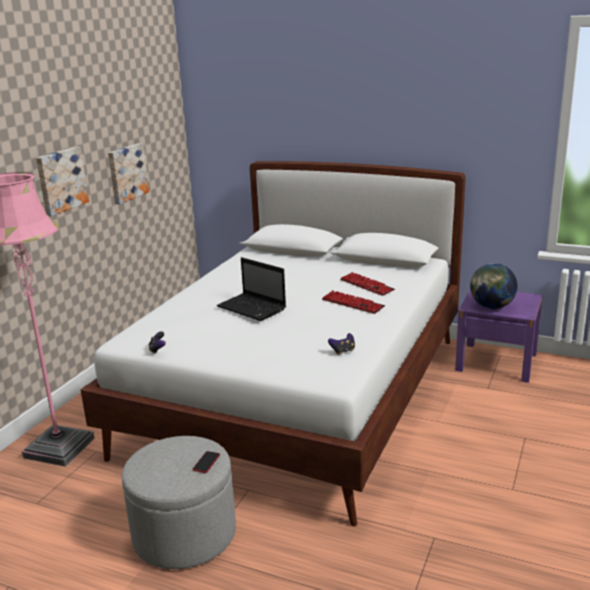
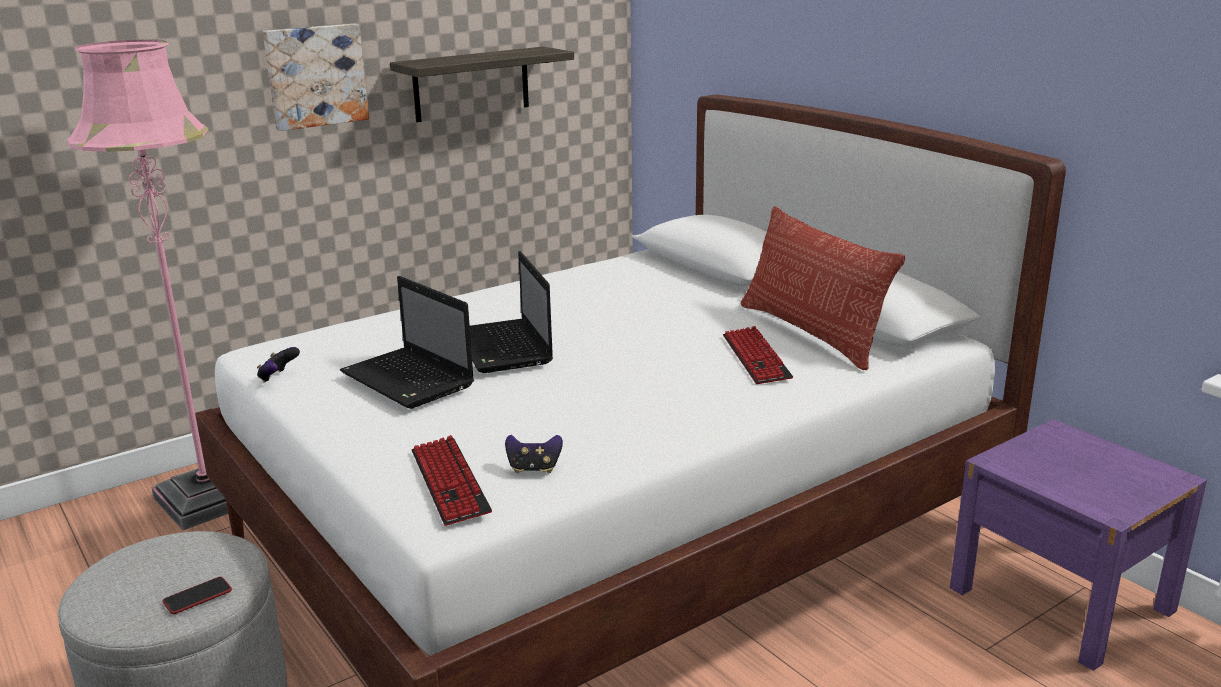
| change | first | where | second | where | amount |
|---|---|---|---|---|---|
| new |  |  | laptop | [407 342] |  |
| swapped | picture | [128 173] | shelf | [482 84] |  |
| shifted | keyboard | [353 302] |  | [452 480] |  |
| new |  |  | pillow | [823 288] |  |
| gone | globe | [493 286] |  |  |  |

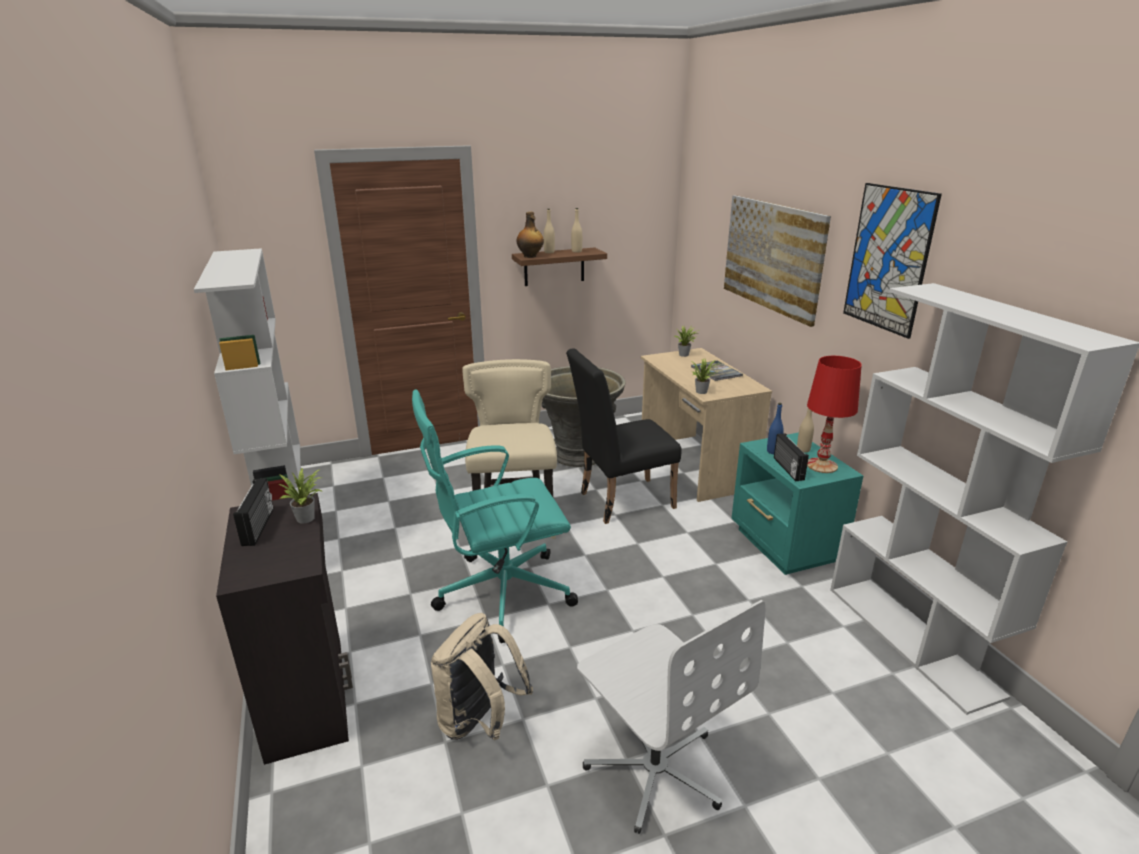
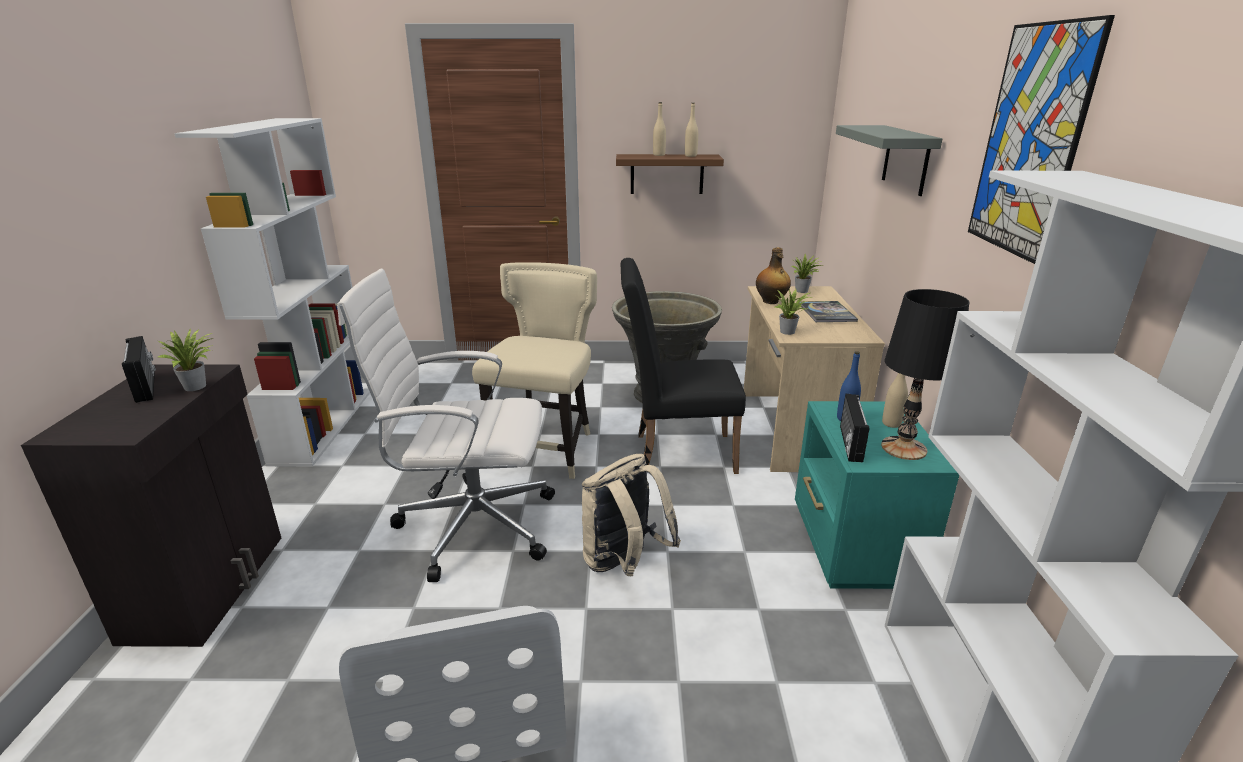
| change | first | where | second | where | amount |
|---|---|---|---|---|---|
| rotated | radio | [253 512] |  | [139 369] | 45 degrees counterclockwise |
| repainted | turquoise office chair | [495 516] | white office chair | [446 425] |  |
| shifted | beige backpack | [482 676] |  | [631 515] |  |
| shifted | bottle | [530 235] |  | [773 276] |  |
| swapped | picture | [777 261] | grey shelf | [889 160] |  |
| repainted | red table lamp | [834 414] | black table lamp | [925 374] |  |

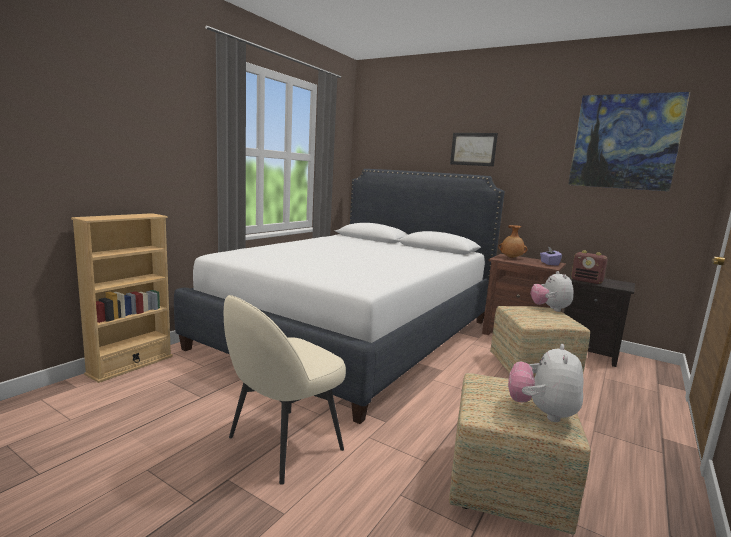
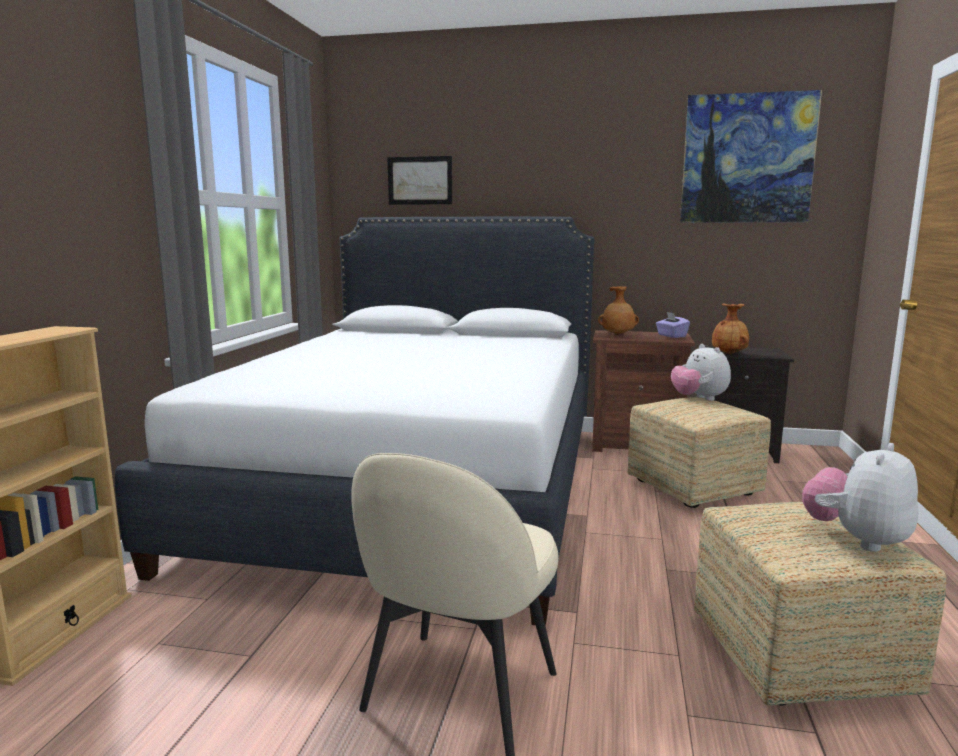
| change | first | where | second | where | amount |
|---|---|---|---|---|---|
| shifted | picture | [474 149] |  | [419 180] |  |
| swapped | radio | [589 267] | brown vase | [730 328] |  |
| rotated | plush toy | [546 383] |  | [860 497] | 45 degrees clockwise |

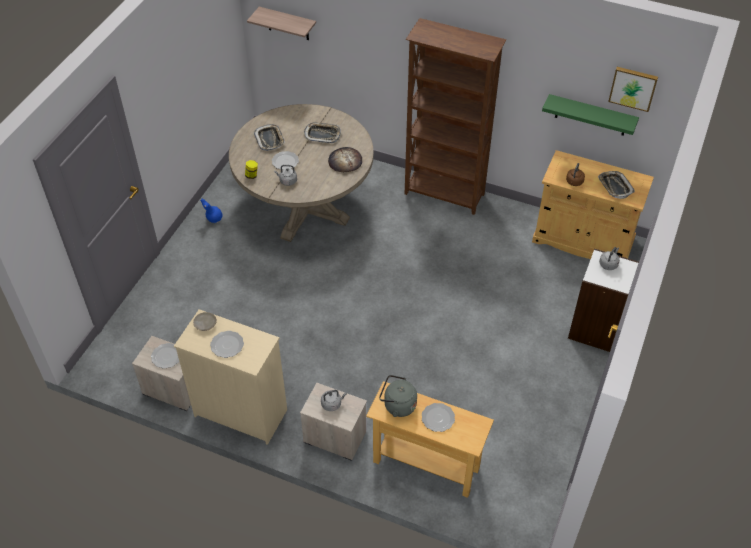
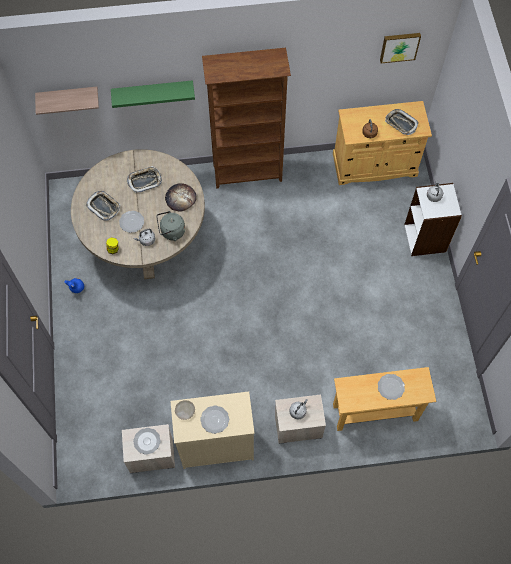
| change | first | where | second | where | amount |
|---|---|---|---|---|---|
| shifted | green shelf | [590 115] |  | [153 94] |  |
| shifted | grey kettle | [398 396] |  | [170 226] |  |

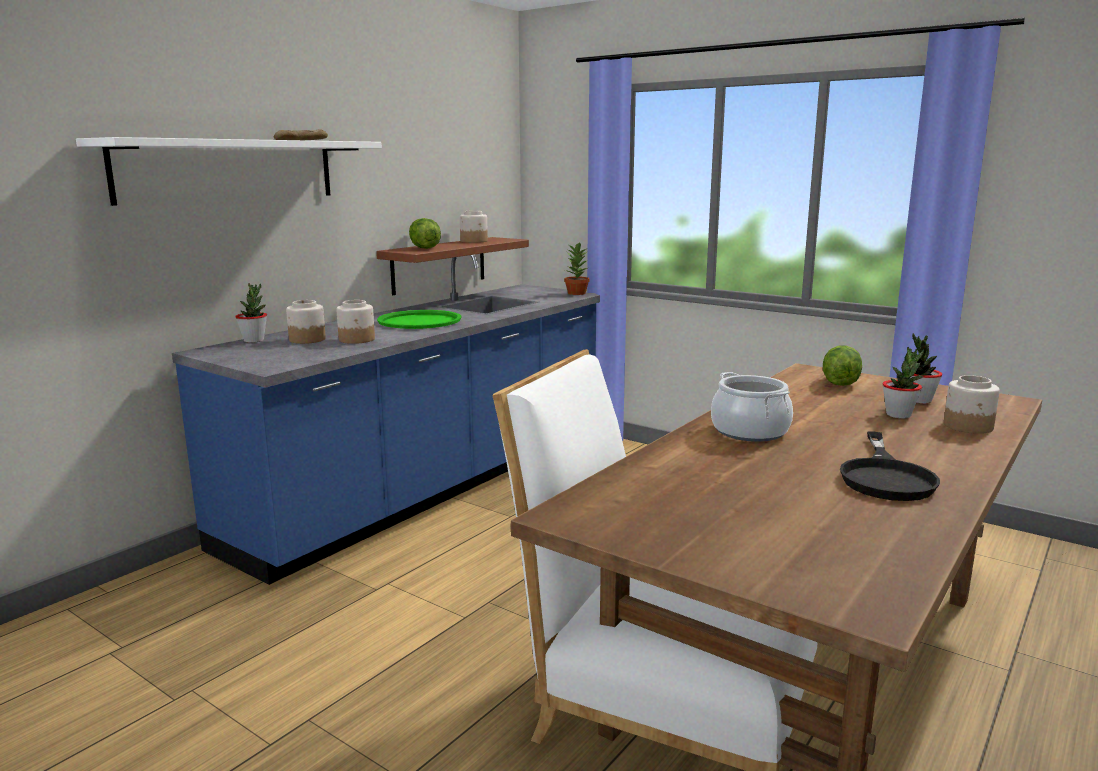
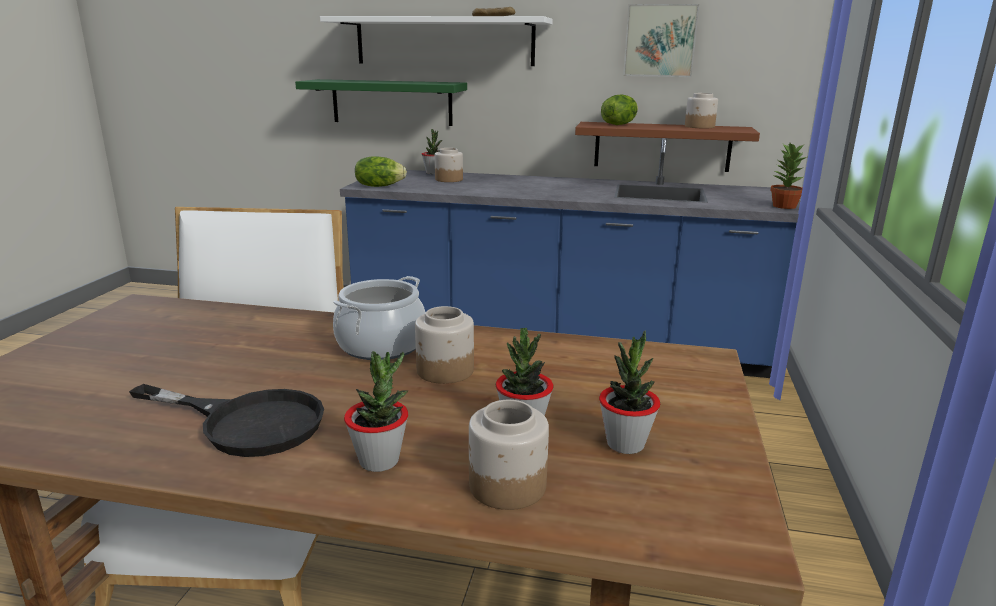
| change | first | where | second | where | amount |
|---|---|---|---|---|---|
| rotated | black frying pan | [890 466] |  | [226 420] | 150 degrees counterclockwise |
| new |  |  | green shelf | [381 102] |  |
| new |  |  | potted plant | [376 411] |  |
| shifted | lettuce | [842 365] |  | [381 171] |  |
| shifted | jar | [355 322] |  | [444 345] |  |
| new |  |  | picture | [661 40] |  |
| gone | green tray | [419 319] |  |  |  |

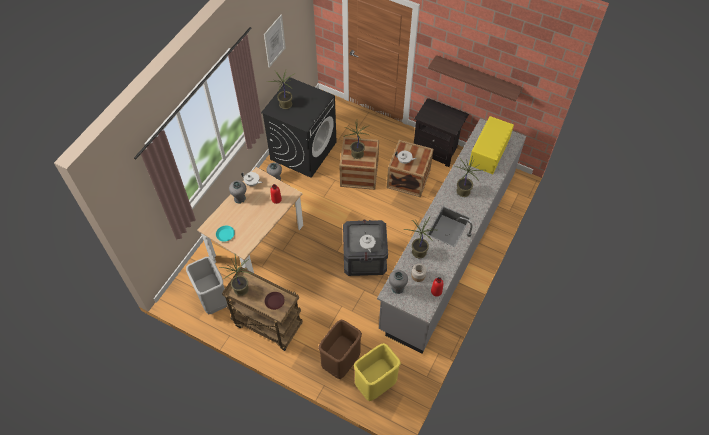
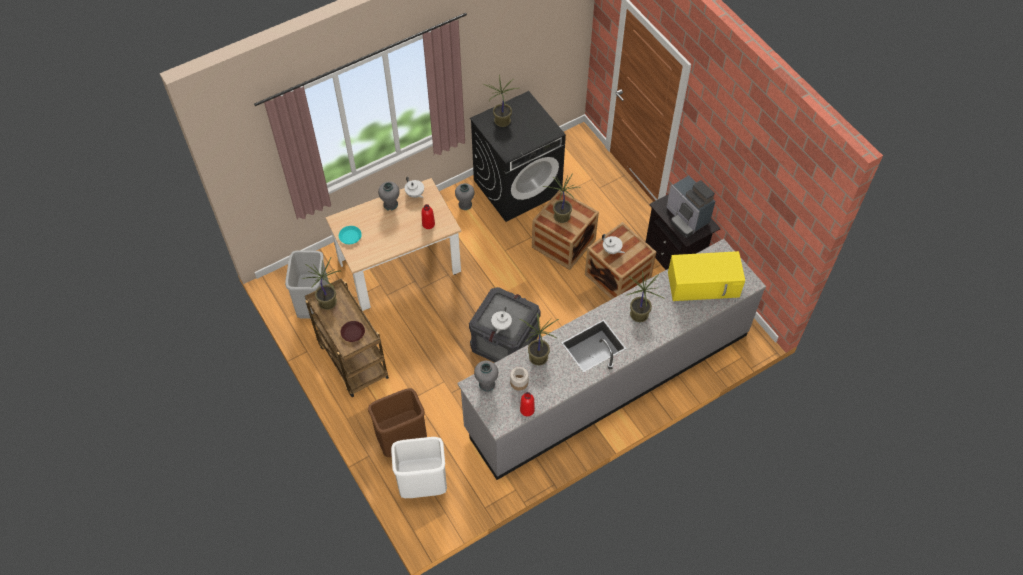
| change | first | where | second | where | amount |
|---|---|---|---|---|---|
| repainted | yellow trash can | [377 372] | white trash can | [419 467] |  |
| new |  |  | coffee machine | [690 206] |  |
| rotated | yellow microwave | [491 145] |  | [706 276] | 150 degrees counterclockwise |
| gone | picture | [275 41] |  |  |  |
| gone | shelf | [475 78] |  |  |  |

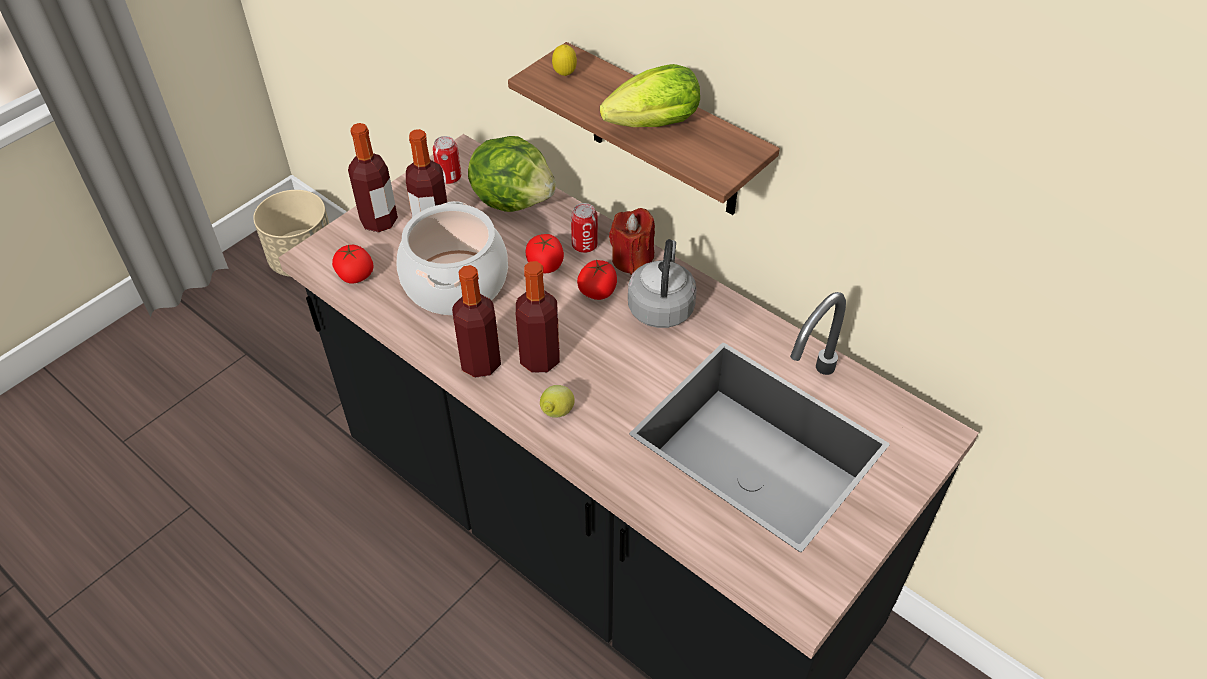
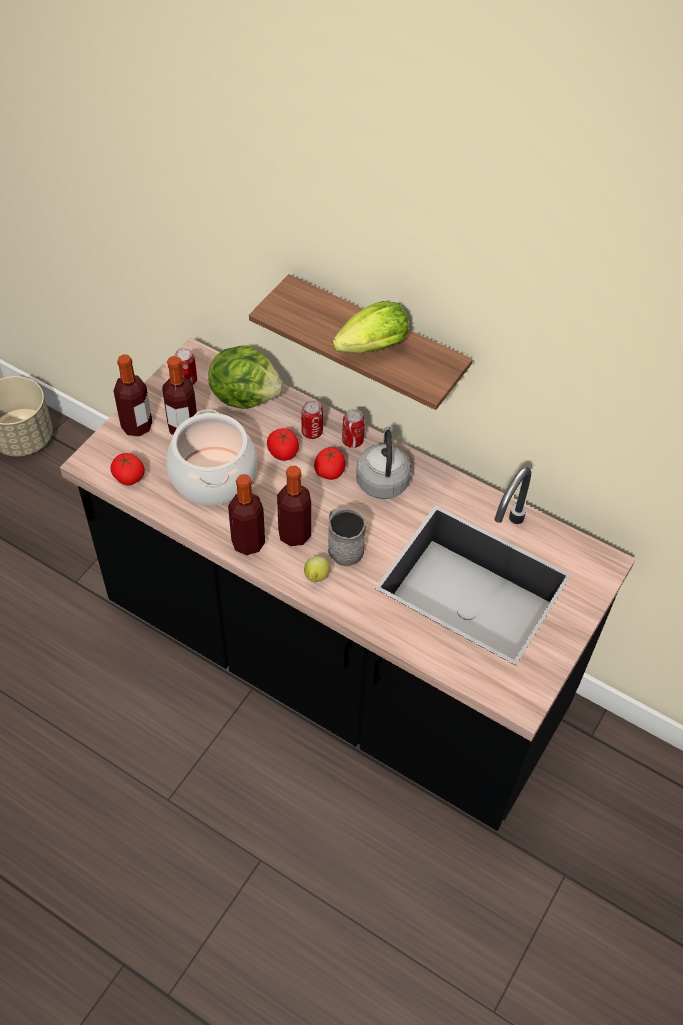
| change | first | where | second | where | amount |
|---|---|---|---|---|---|
| new |  |  | grey mug | [347 537] |  |
| swapped | red candle | [632 241] | can | [353 428] |  |
| gone | lemon | [564 60] |  |  |  |

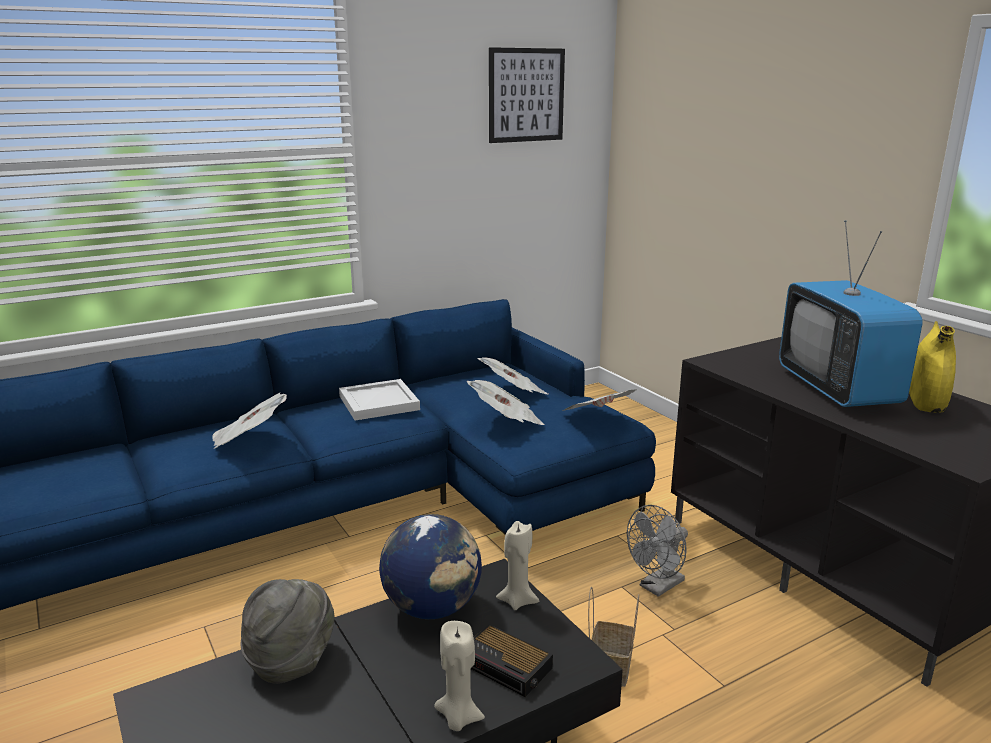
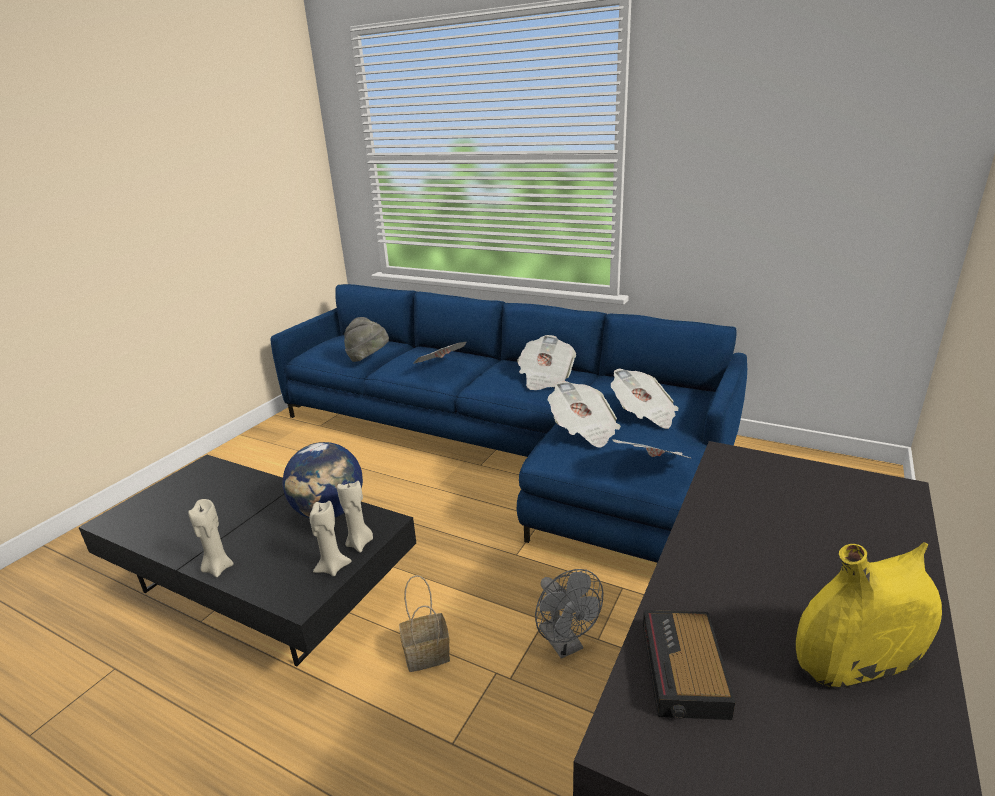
| change | first | where | second | where | amount |
|---|---|---|---|---|---|
| new |  |  | beige candle | [331 538] |  |
| shifted | grey hat | [287 631] |  | [366 339] |  |
| swapped | white tray | [379 400] | newspaper | [546 362] |  |
| rotated | grey fan | [657 551] |  | [569 614] | 135 degrees counterclockwise |
| shifted | alarm clock | [512 660] |  | [689 665] |  |
| gone | picture | [527 95] |  |  |  |
| gone | television | [851 313] |  |  |  |

